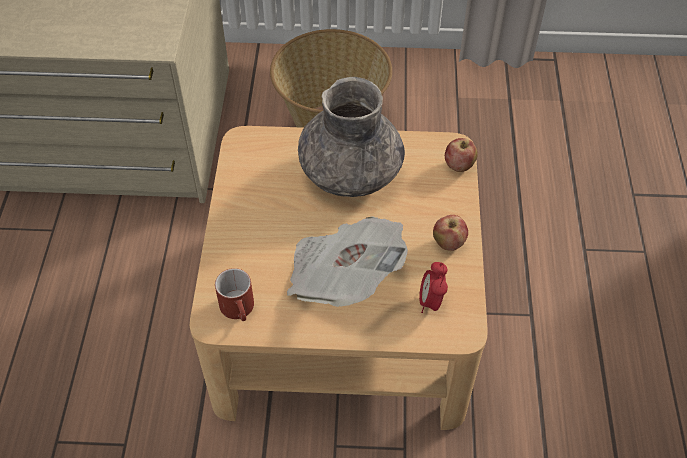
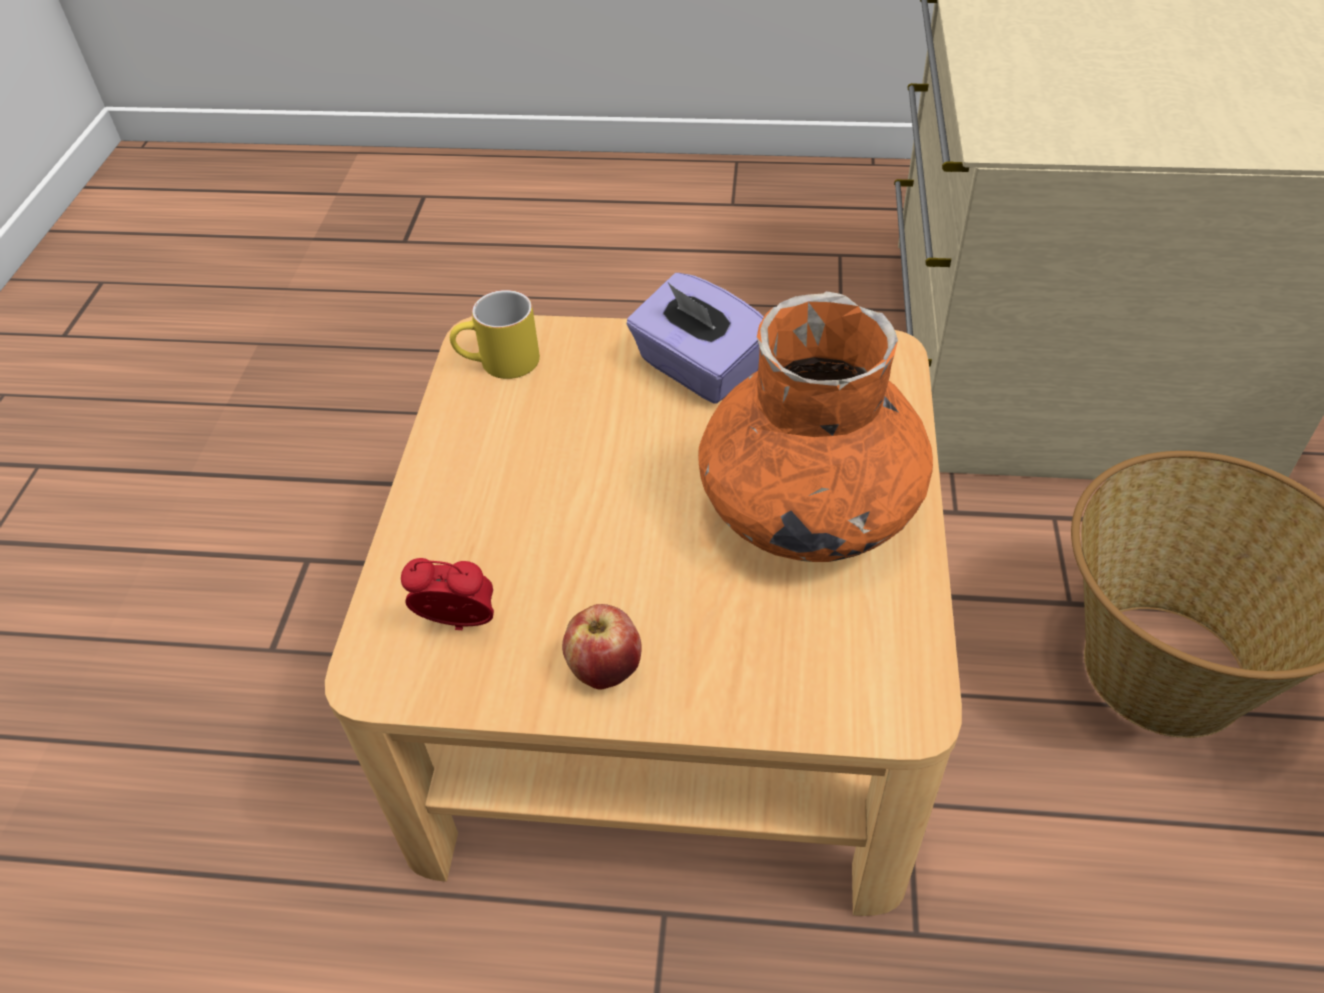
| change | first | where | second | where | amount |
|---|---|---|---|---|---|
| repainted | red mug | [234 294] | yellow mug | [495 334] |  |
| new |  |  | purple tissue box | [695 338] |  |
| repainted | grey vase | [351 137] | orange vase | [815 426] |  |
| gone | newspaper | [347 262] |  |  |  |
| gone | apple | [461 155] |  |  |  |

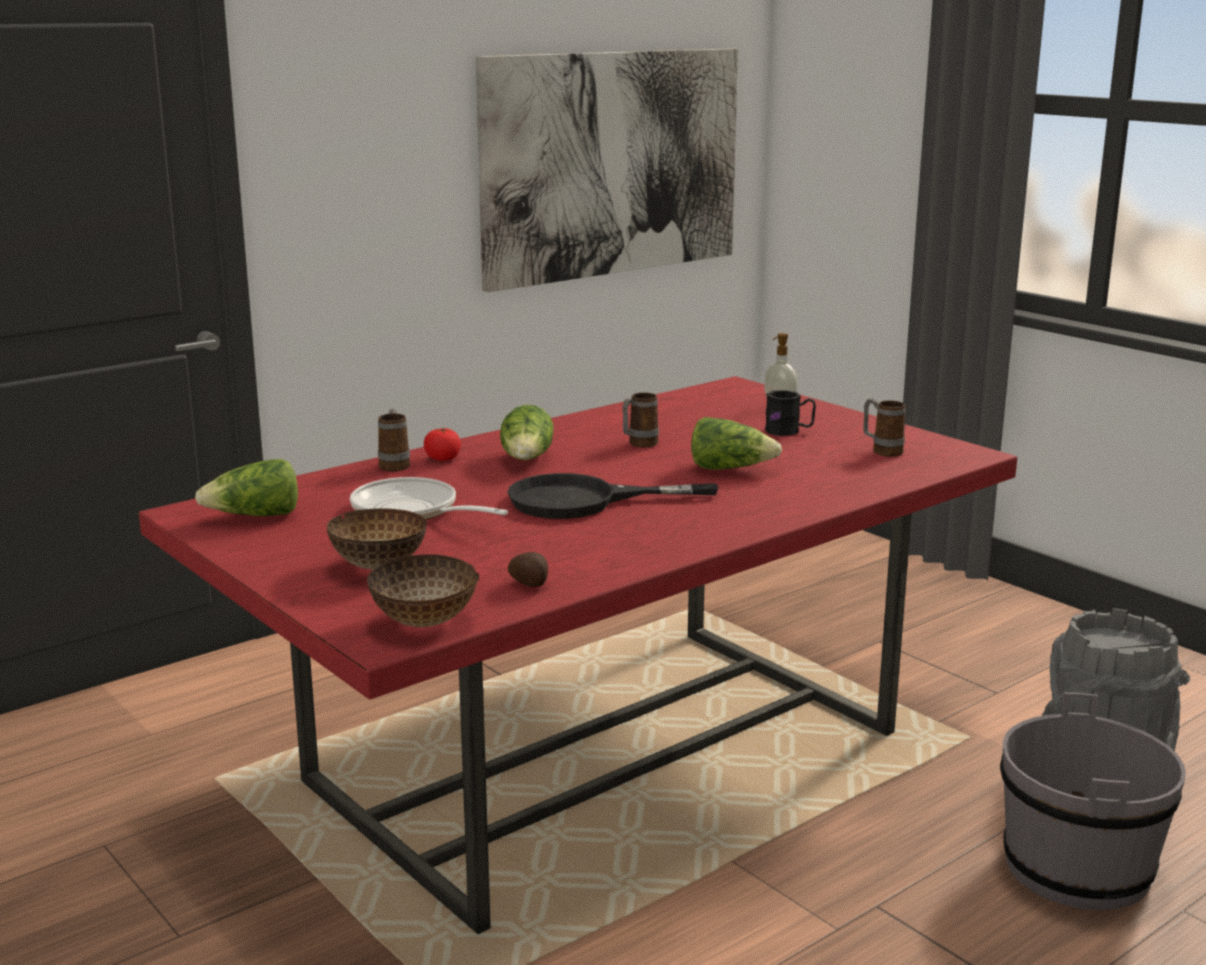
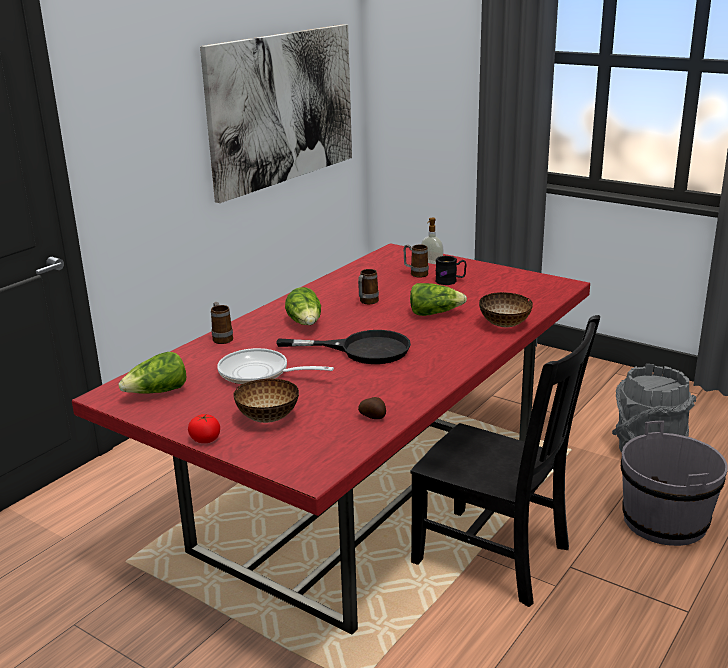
| change | first | where | second | where | amount |
|---|---|---|---|---|---|
| shifted | tomato | [442 444] |  | [204 428] |  |
| rotated | black frying pan | [612 496] |  | [343 347] | 150 degrees counterclockwise |
| shifted | mug | [884 427] |  | [416 261] |  |
| new |  |  | black chair | [505 461] |  |
| shifted | bowl | [423 590] |  | [506 309] |  |

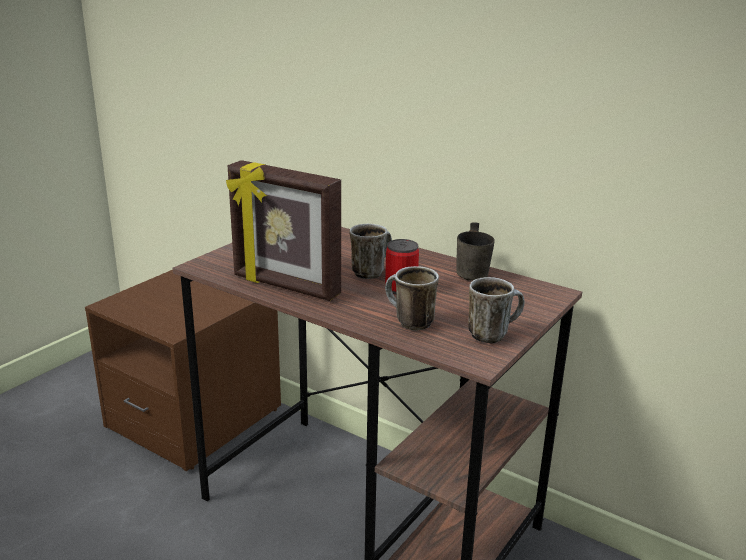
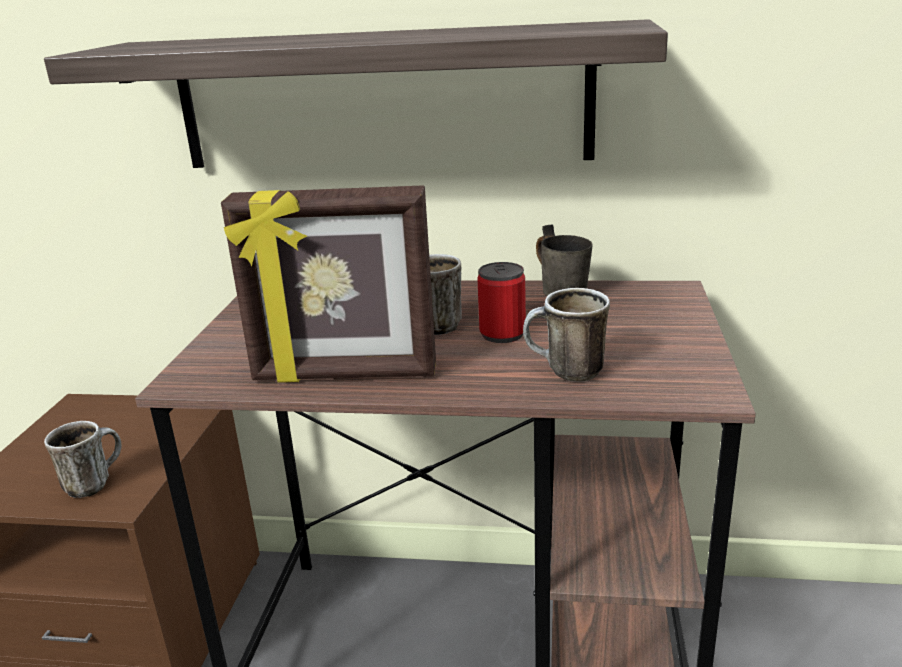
| change | first | where | second | where | amount |
|---|---|---|---|---|---|
| new |  |  | shelf | [356 93] |  |
| shifted | mug | [496 310] |  | [82 459] |  |

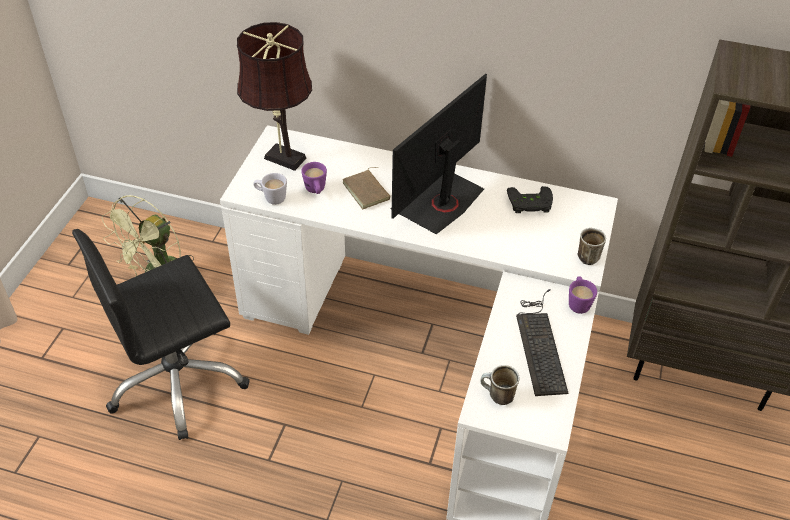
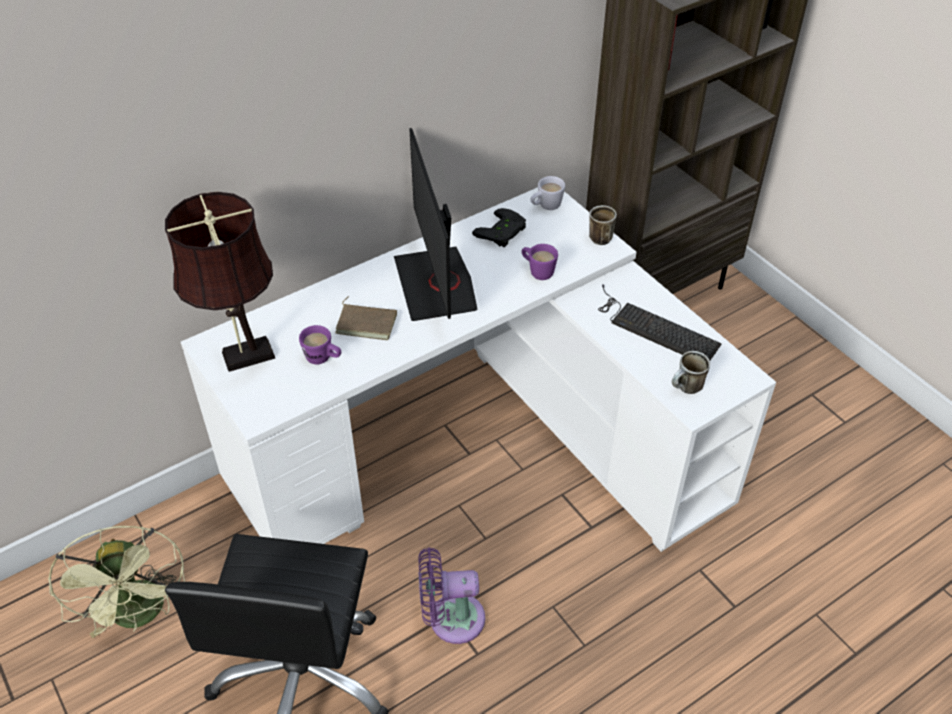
| change | first | where | second | where | amount |
|---|---|---|---|---|---|
| new |  |  | purple fan | [451 595] |  |
| shifted | purple mug | [583 295] |  | [540 262] |  |
| shifted | white mug | [270 189] |  | [548 193] |  |

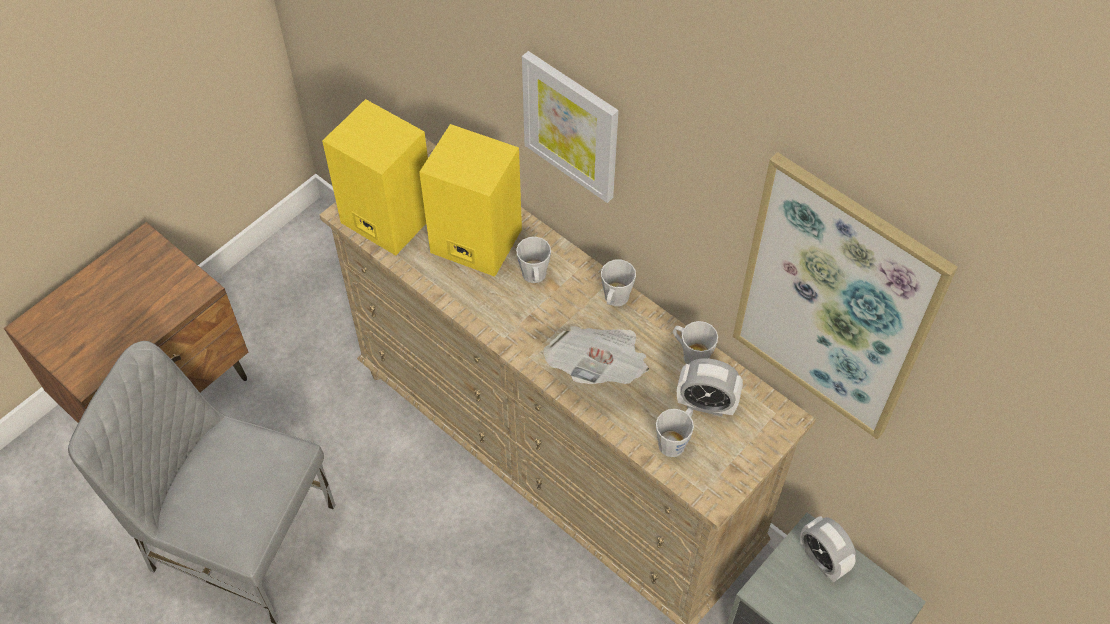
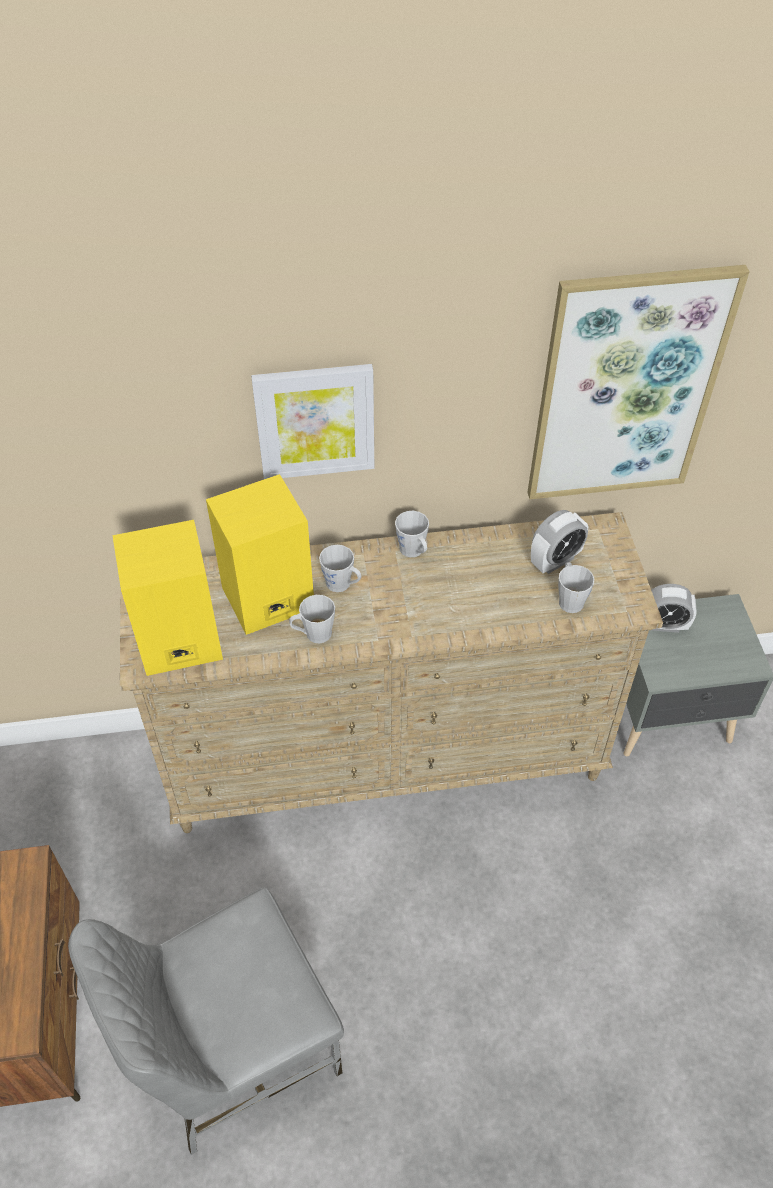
| change | first | where | second | where | amount |
|---|---|---|---|---|---|
| shifted | grey mug | [695 342] |  | [312 619] |  |
| gone | newspaper | [596 355] |  |  |  |

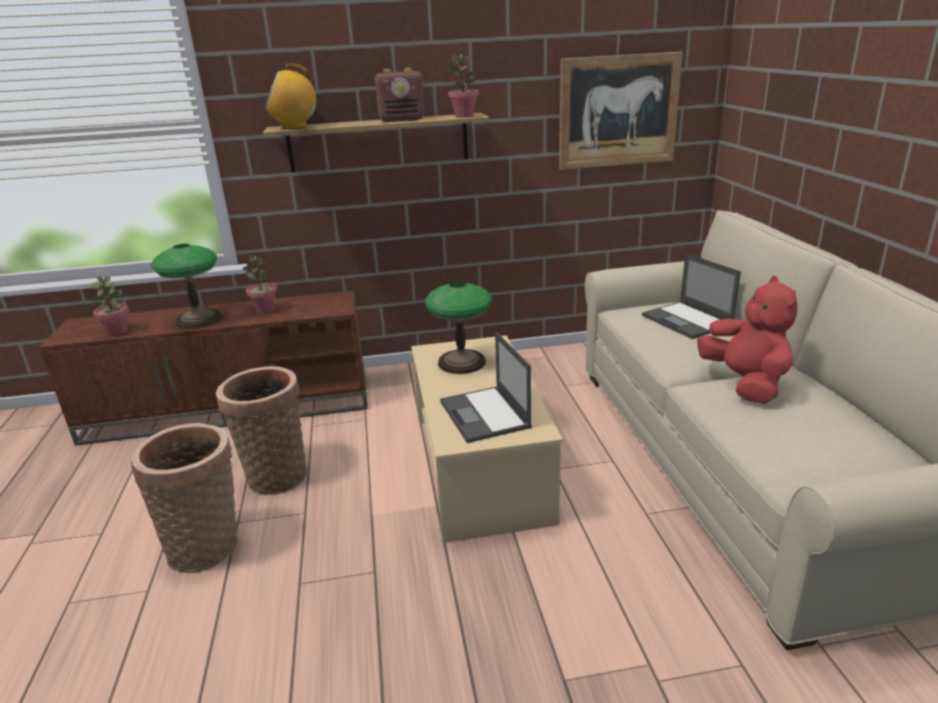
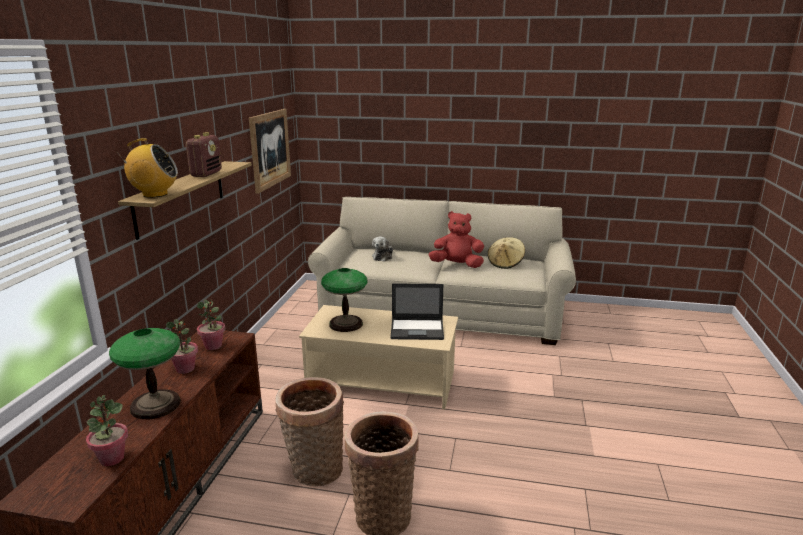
| change | first | where | second | where | amount |
|---|---|---|---|---|---|
| rotated | radio | [290 96] |  | [148 168] | 105 degrees counterclockwise |
| shifted | potted plant | [463 86] |  | [211 325] |  |
| swapped | laptop | [691 296] | plush toy | [382 249] |  |
| new |  |  | beige hat | [506 253] |  |

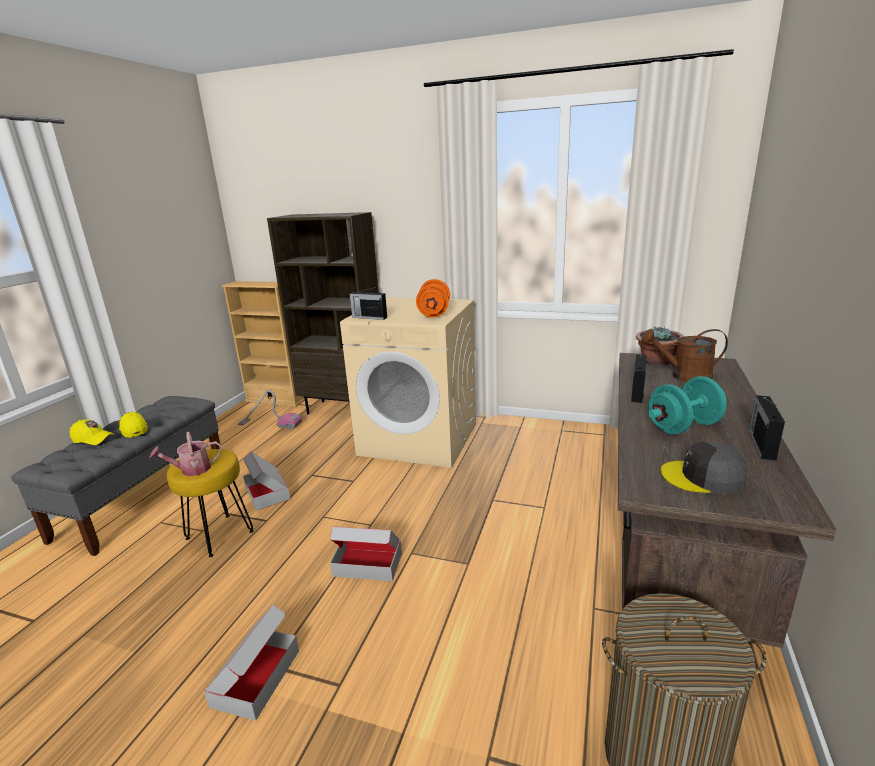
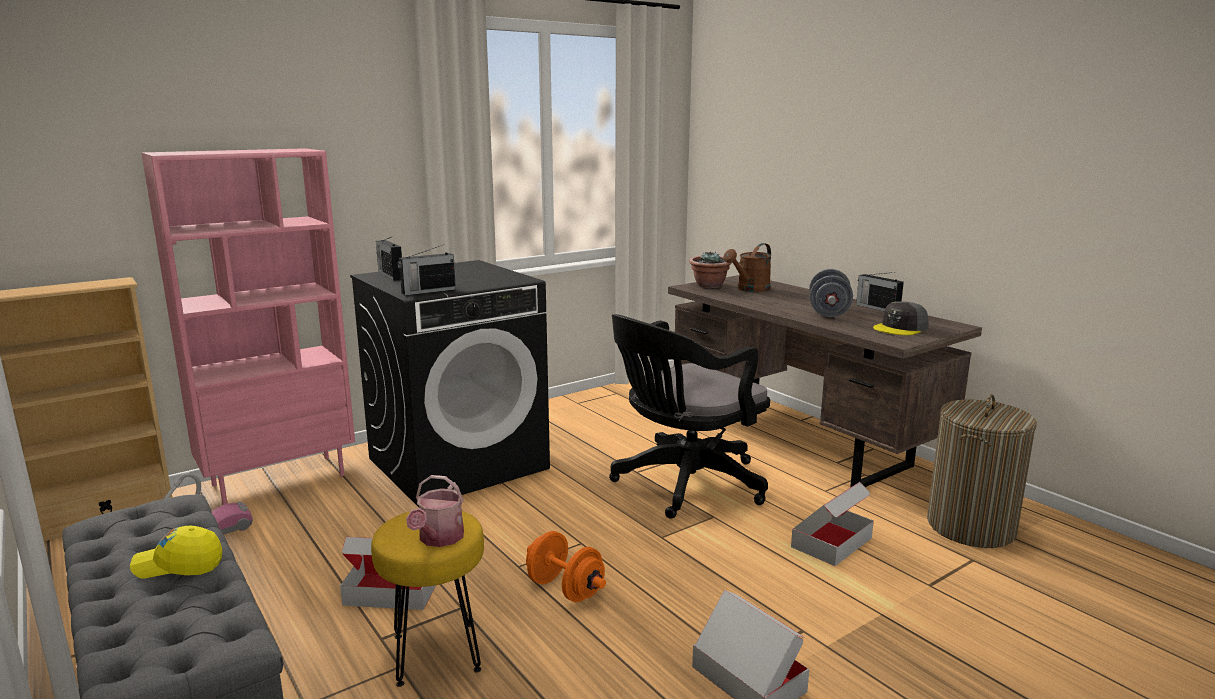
| change | first | where | second | where | amount |
|---|---|---|---|---|---|
| repainted | brown bookcase | [323 313] | pink bookcase | [248 326] |  |
| repainted | beige washing machine | [408 382] | black washing machine | [450 383] |  |
| shifted | radio | [638 378] |  | [389 258] |  |
| shifted | orange dumbbell | [433 298] |  | [566 566] |  |
| new |  |  | black office chair | [689 416] |  |
| shifted | cardboard box | [366 553] |  | [832 524] |  |
| repainted | turquoise dumbbell | [687 405] | grey dumbbell | [831 293] |  |
| gone | yellow cap | [92 432] |  |  |  |

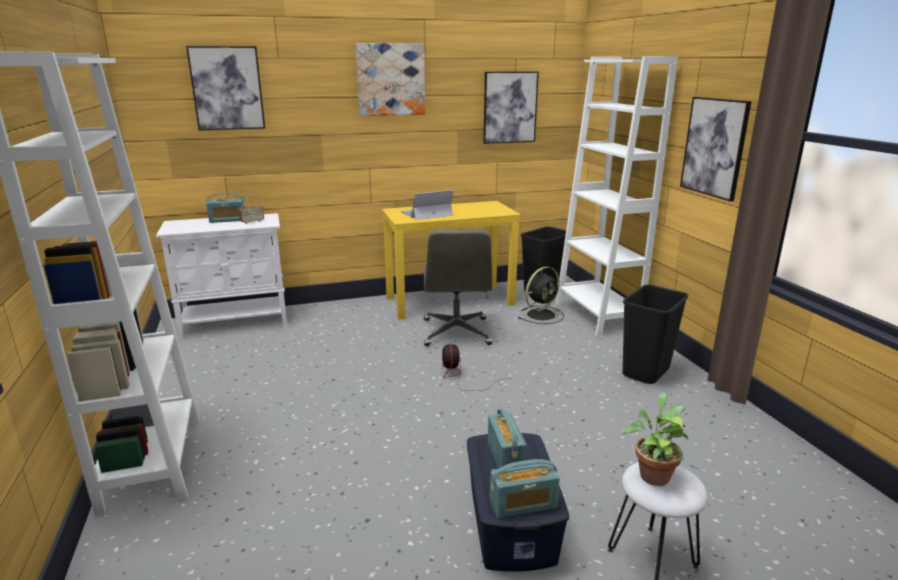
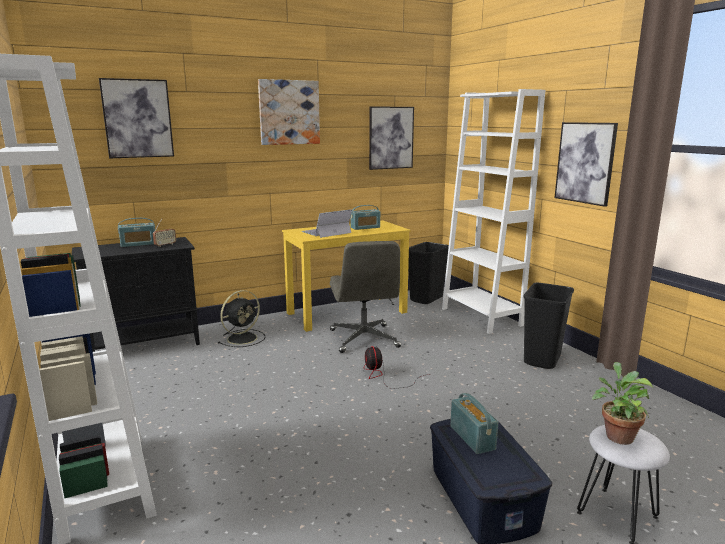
| change | first | where | second | where | amount |
|---|---|---|---|---|---|
| repainted | white cabinet | [221 276] | black cabinet | [136 294] |  |
| shifted | black fan | [541 295] |  | [242 318] |  |
| shifted | radio | [525 488] |  | [365 217] |  |

